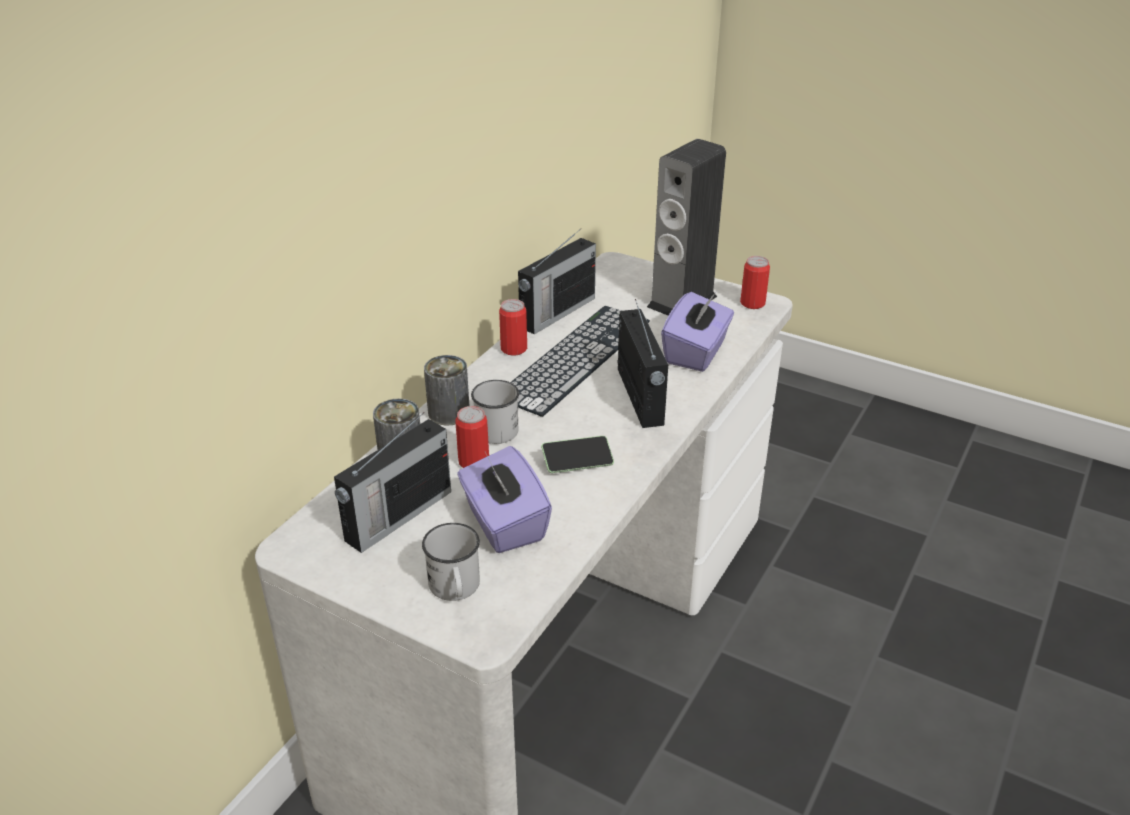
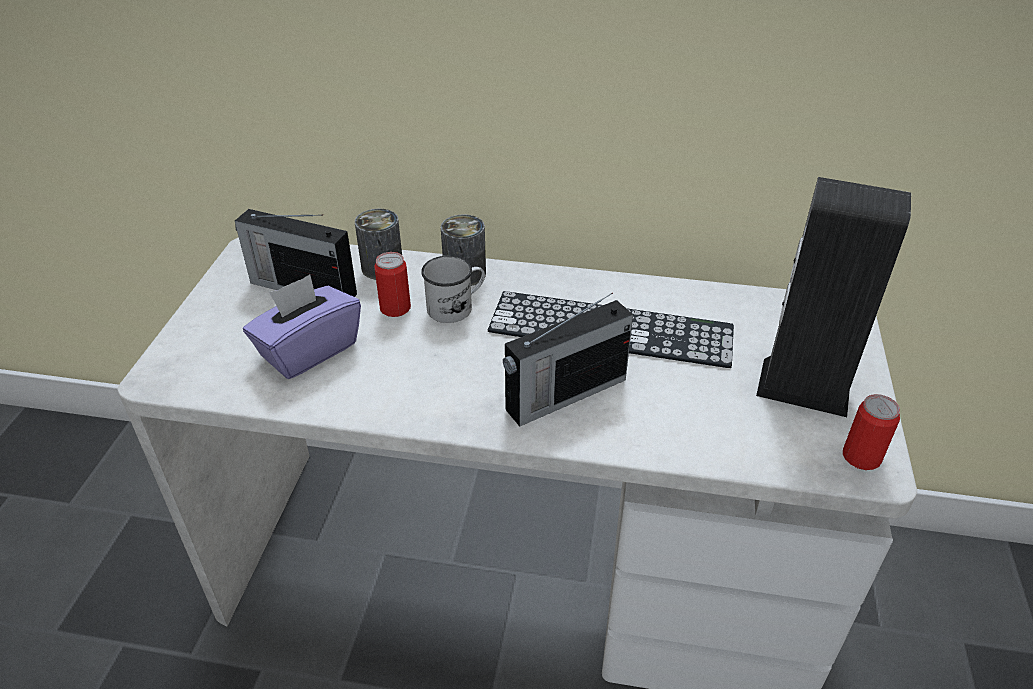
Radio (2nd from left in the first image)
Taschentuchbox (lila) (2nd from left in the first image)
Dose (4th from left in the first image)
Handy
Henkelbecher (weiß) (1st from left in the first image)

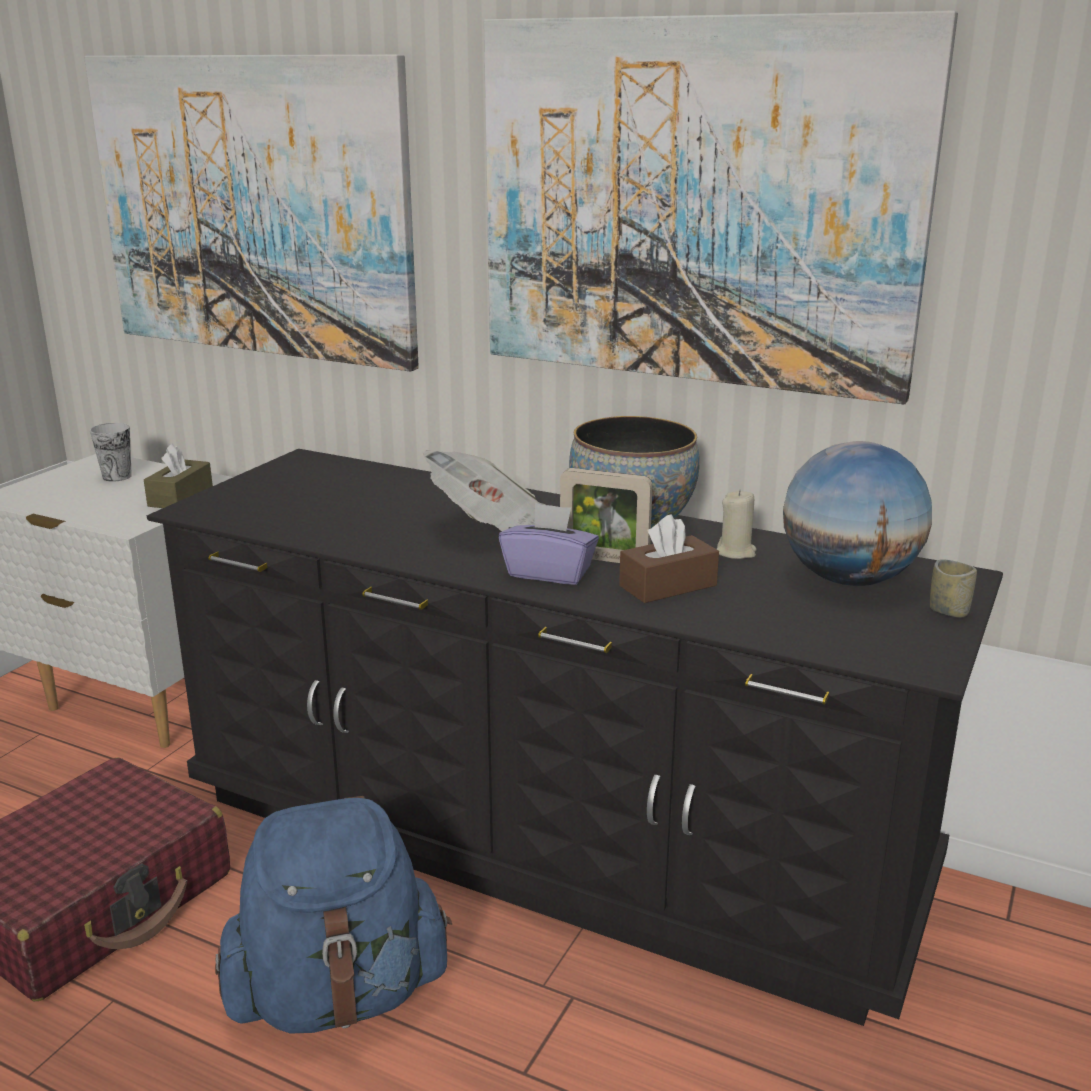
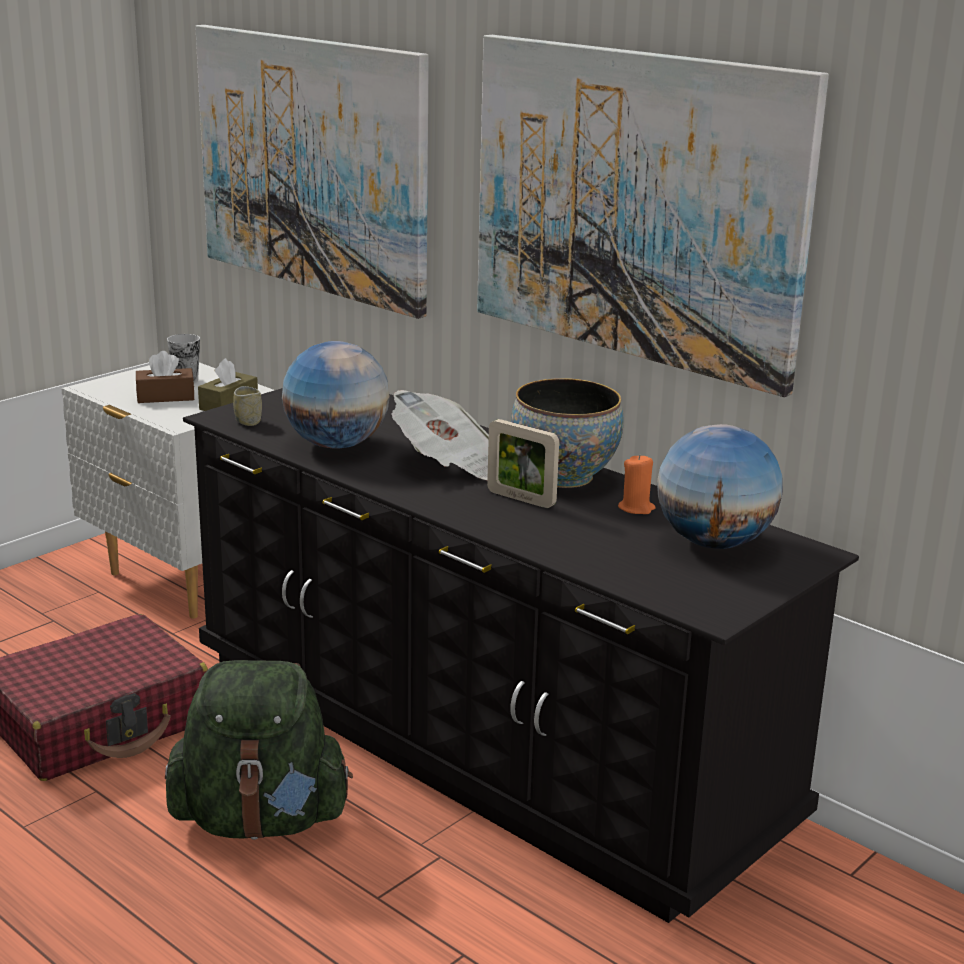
Kerze (orange)
Taschentuchbox (lila)
Taschentuchbox (braun) (1st from left)
Tasse (2nd from left)
Rucksack (grün)
Globus (1st from left)

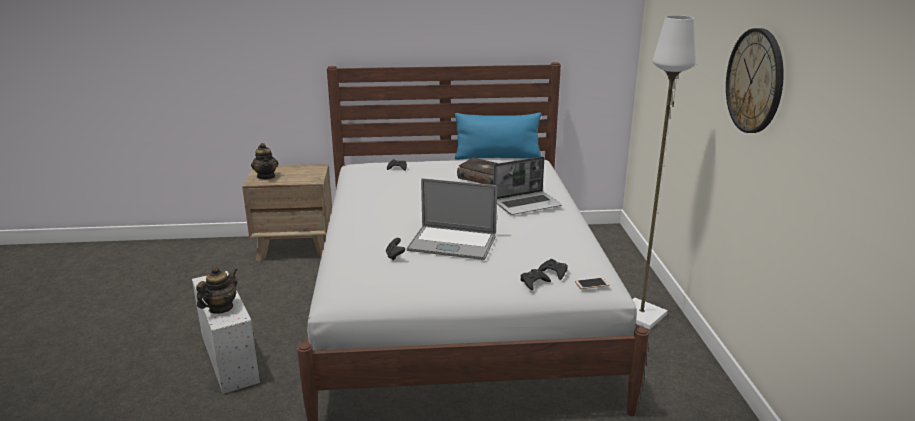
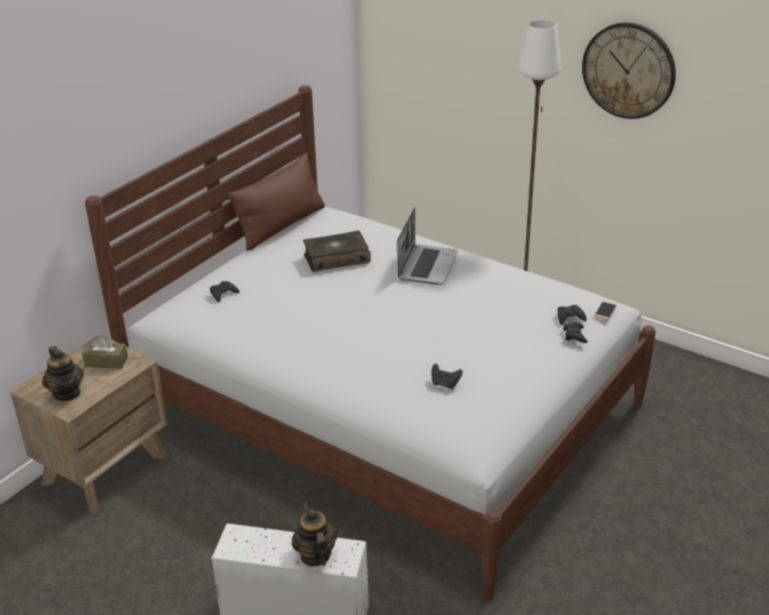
Kissen (braun)
Teekanne (1st from left)
Laptop (1st from left in the first image)
Taschentuchbox (braun)

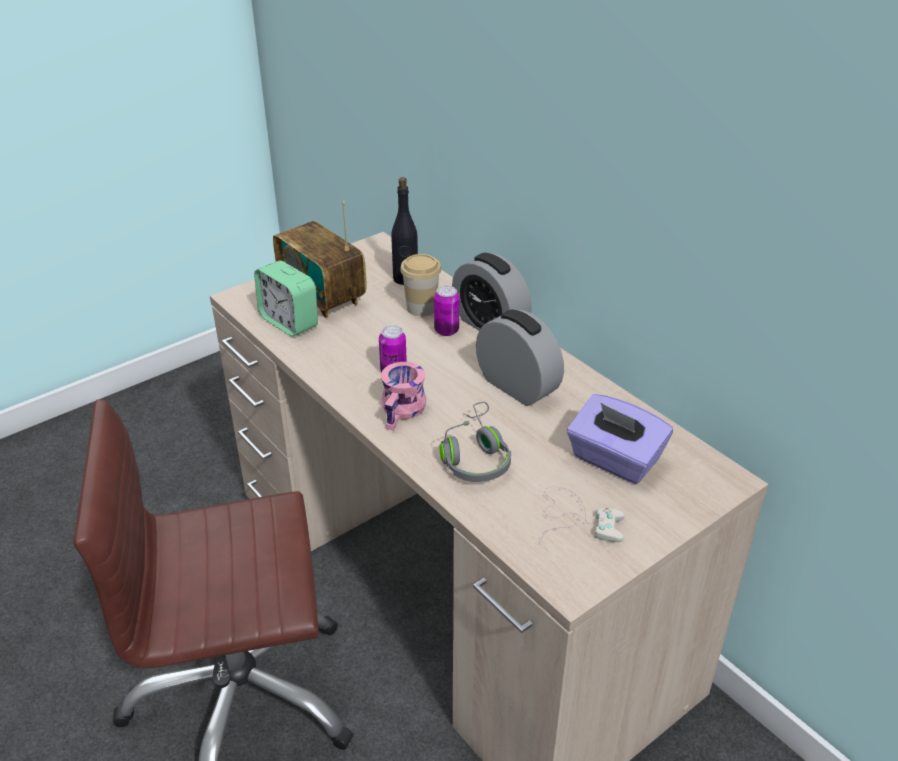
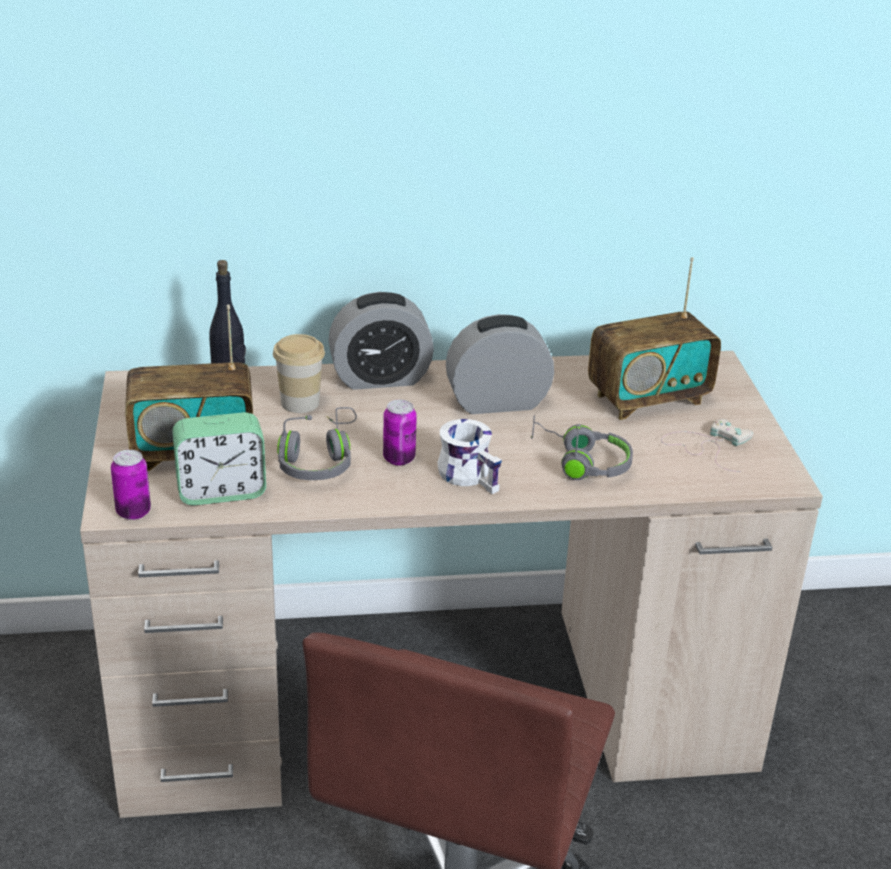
Dose (1st from left)
Henkelbecher (weiß)
Radio (2nd from left)
Kopfhörer (grau) (1st from left)

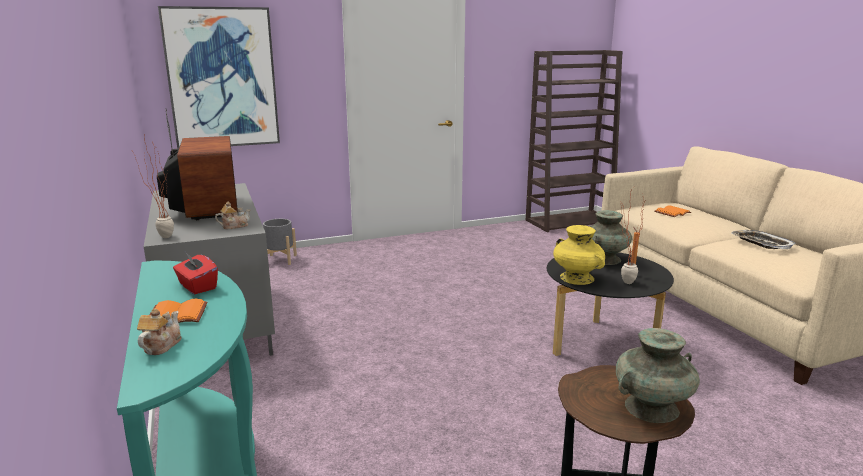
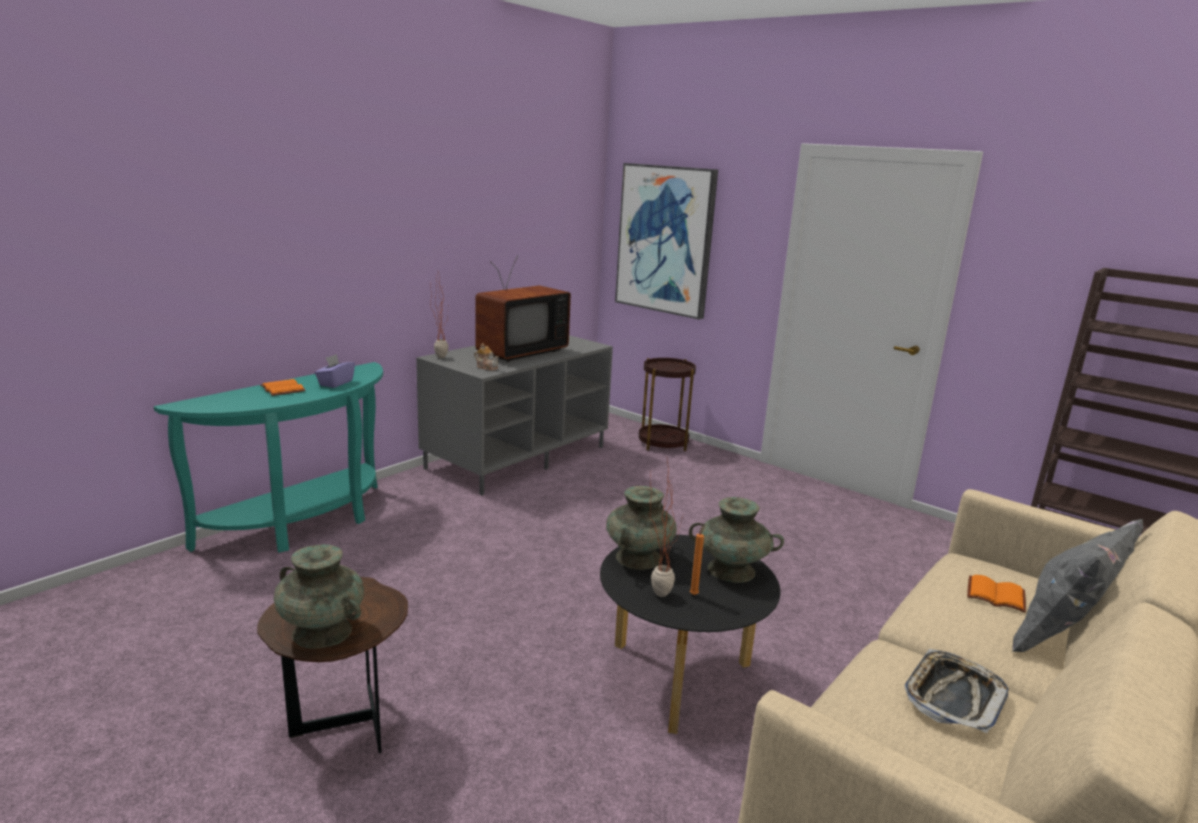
Beistelltisch (braun) (2nd from left)
Vase (türkis) (2nd from left)
Taschentuchbox (lila)
Teekanne (1st from left in the first image)
Kissen (grau)

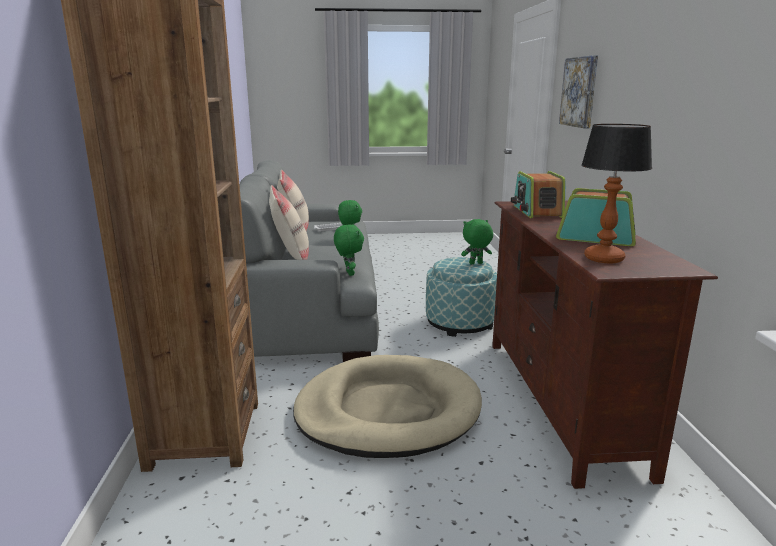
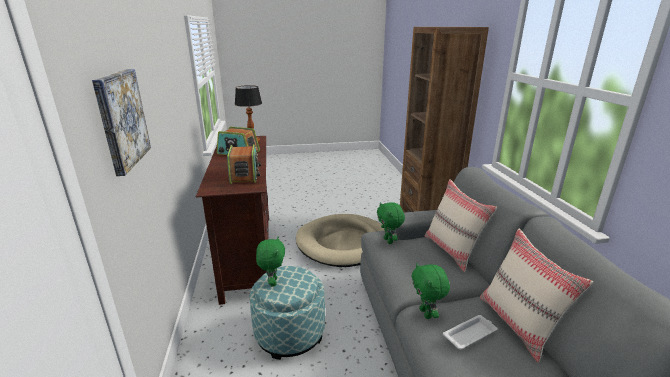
Plüschtier (grün) (1st from left)

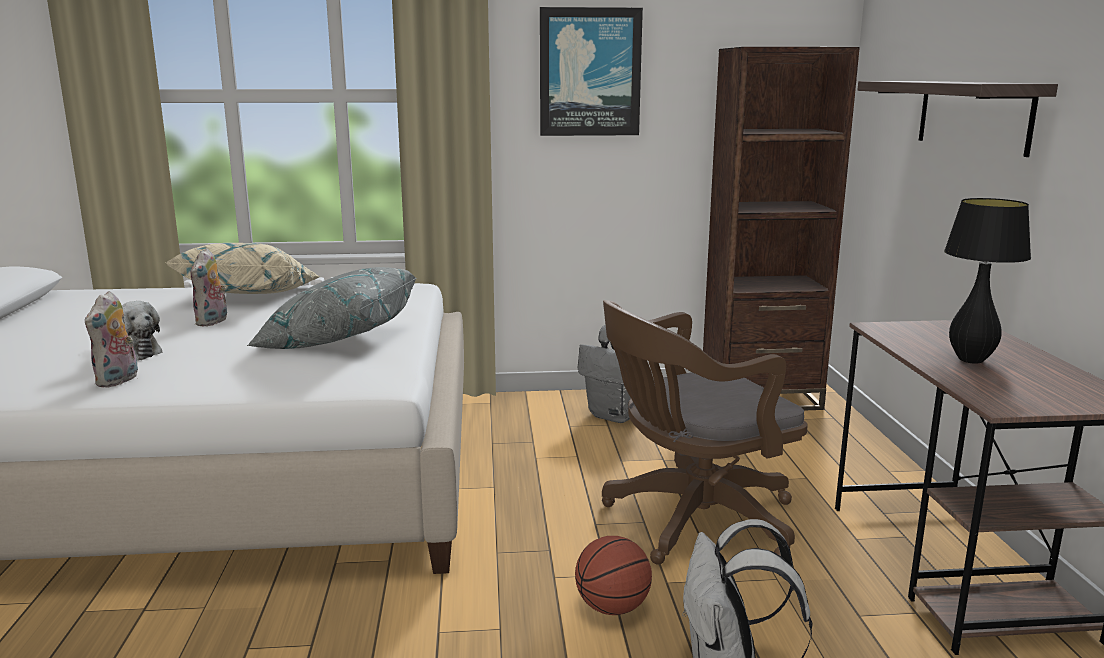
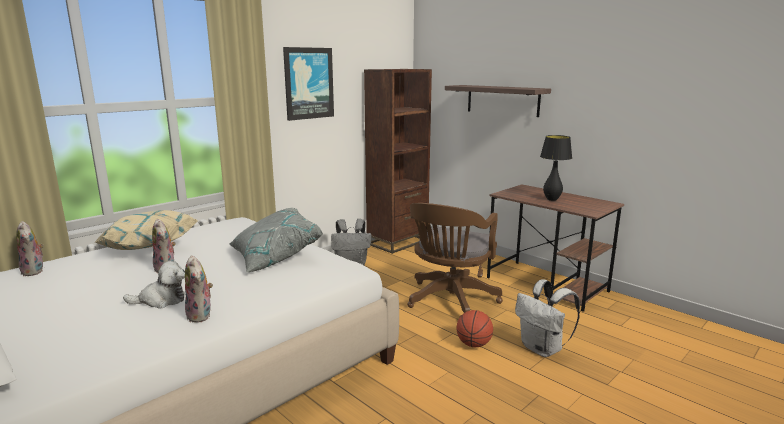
Plüschtier (1st from left)

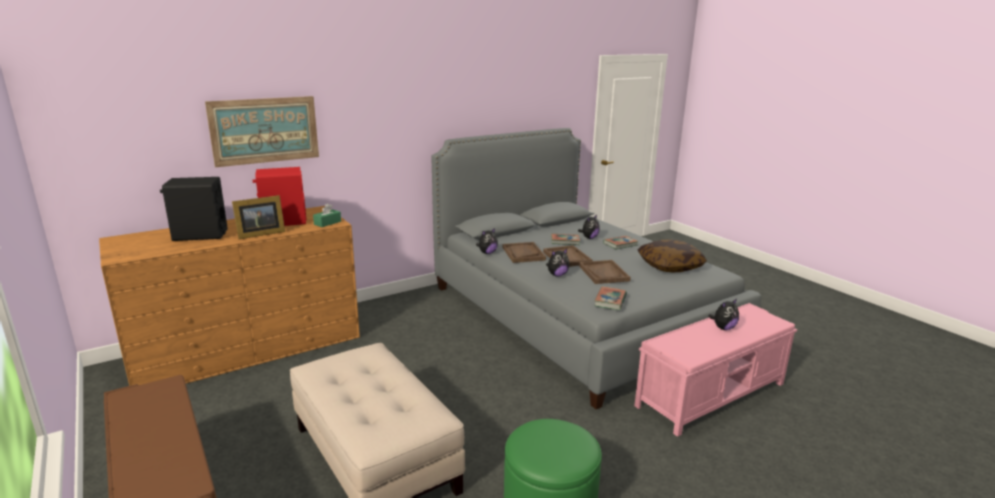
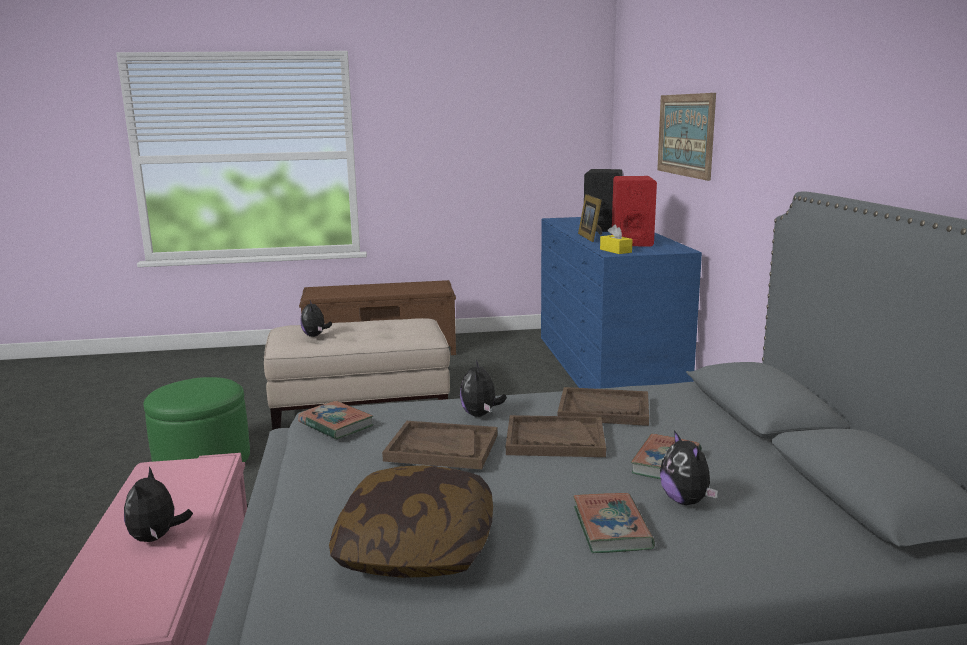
Taschentuchbox (gelb)
Kommode (blau)
Plüschtier (2nd from left)

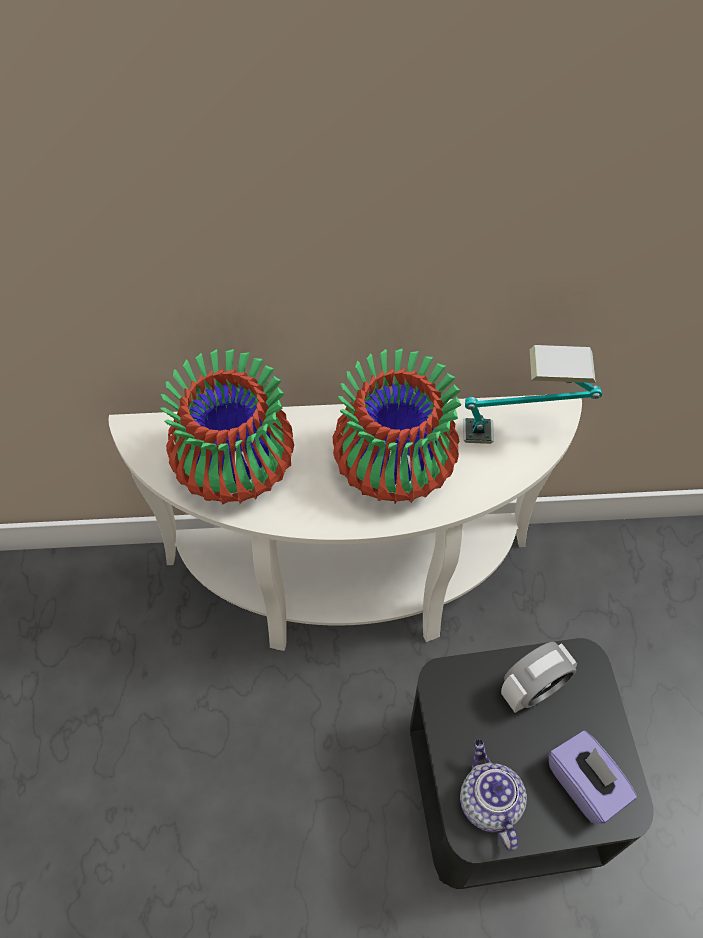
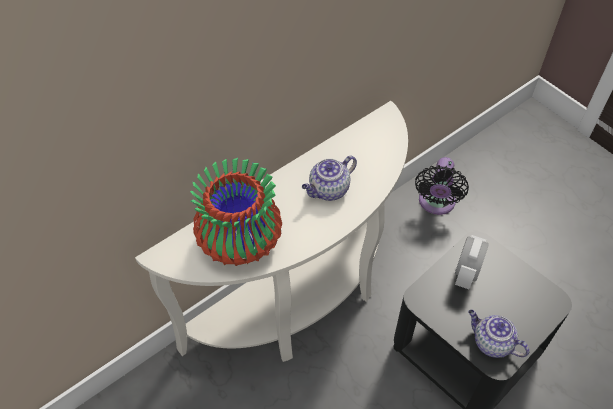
Tischlampe
Teekanne (1st from left)
Taschentuchbox (lila)
Ventilator (schwarz)

